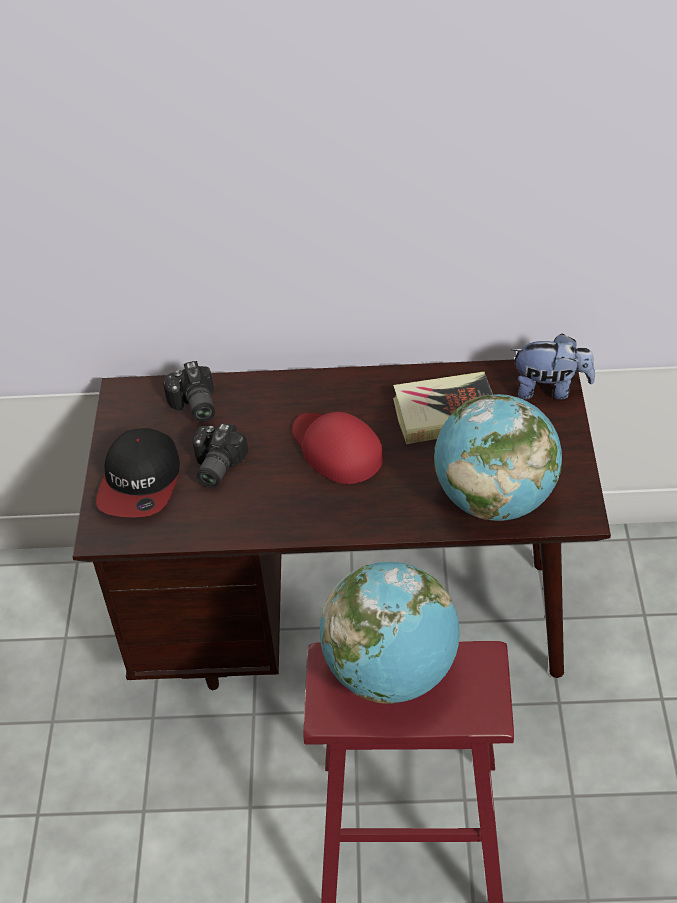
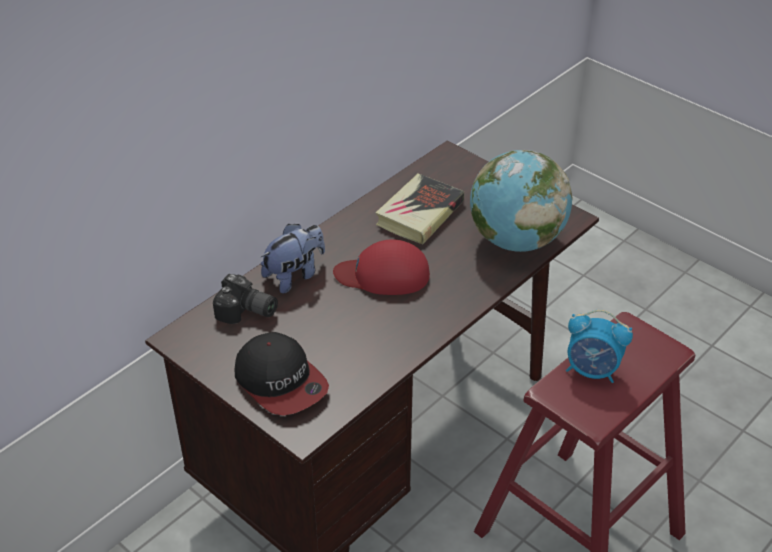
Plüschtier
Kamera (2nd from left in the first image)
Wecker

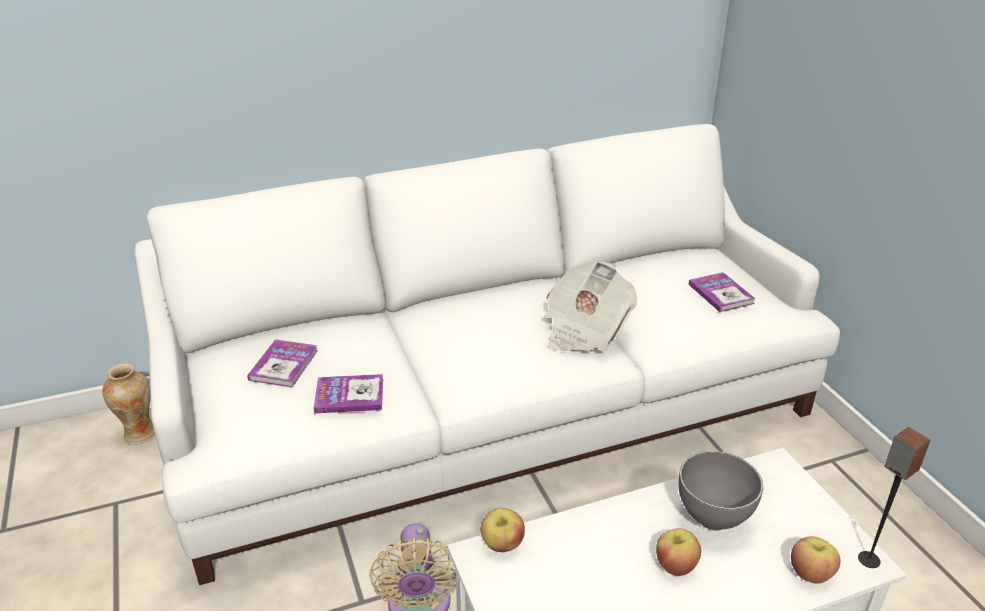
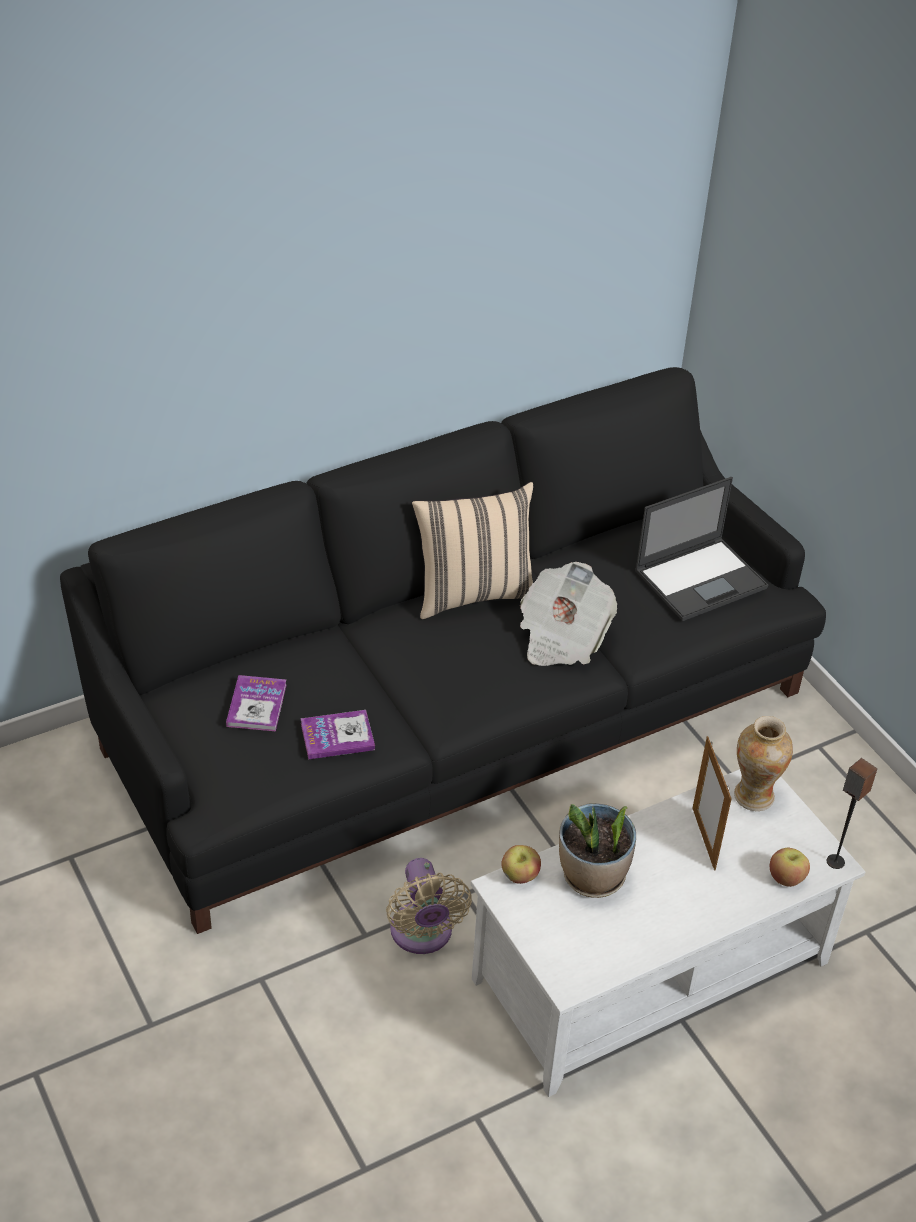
Sofa (schwarz)
Laptop
Vase
Bilderrahmen
Apfel (2nd from left in the first image)
Kissen (beige)
Topfpflanze

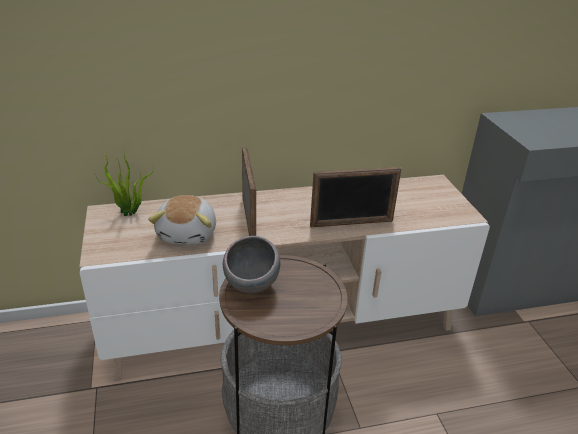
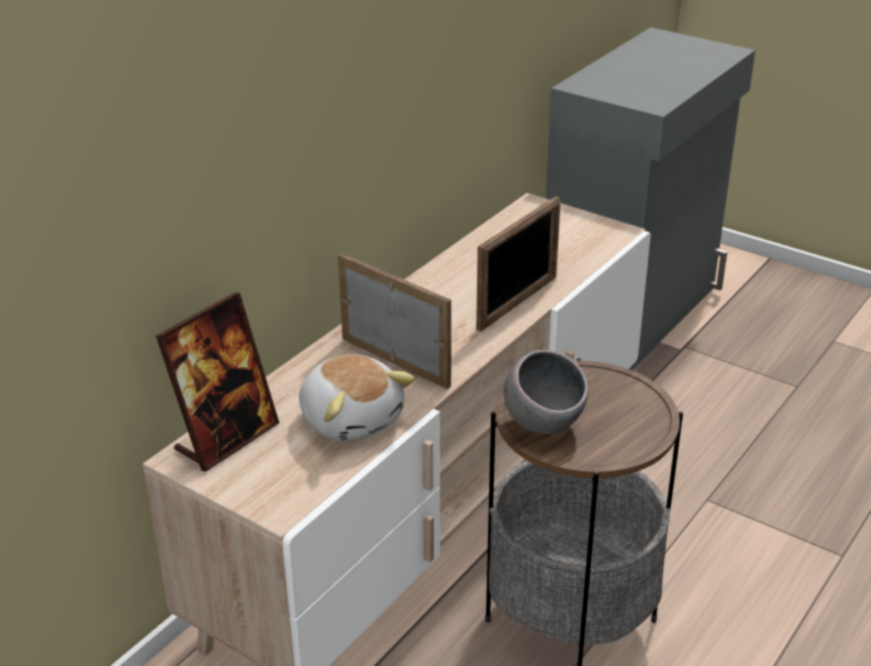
Bilderrahmen (1st from left)

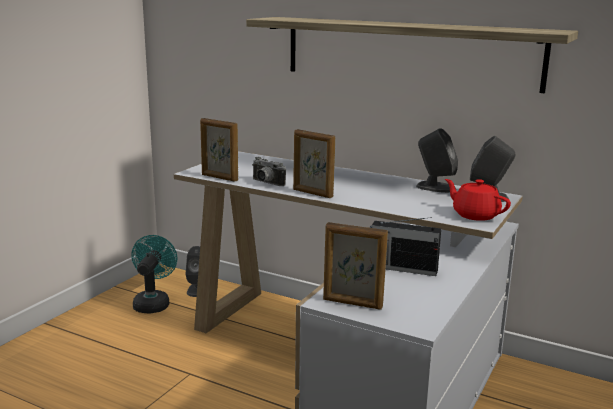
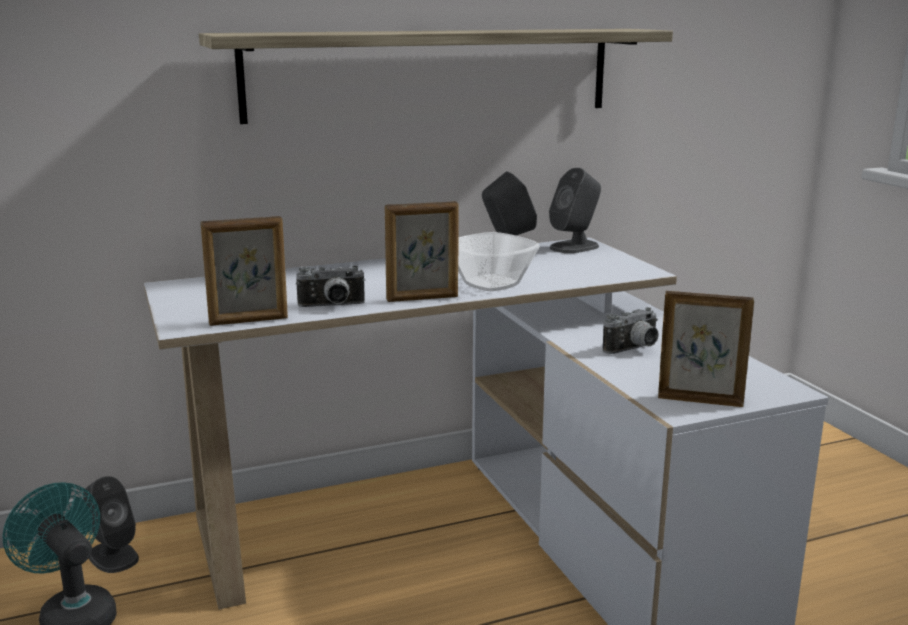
Teekanne (rot)
Kamera (2nd from left)
Bilderrahmen (3rd from left)
Schüssel

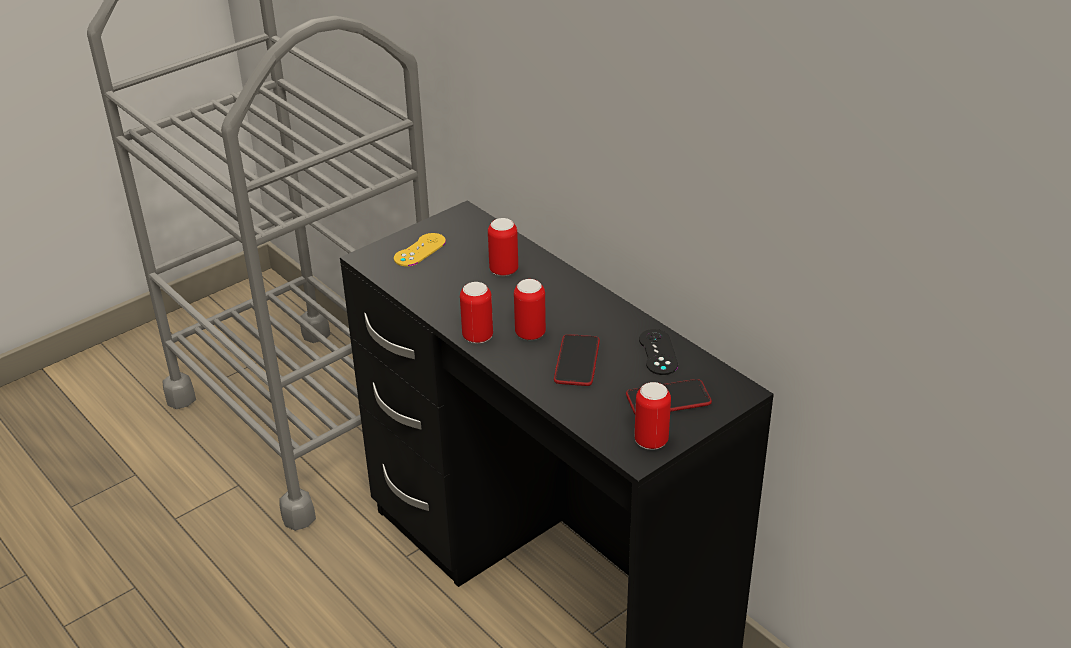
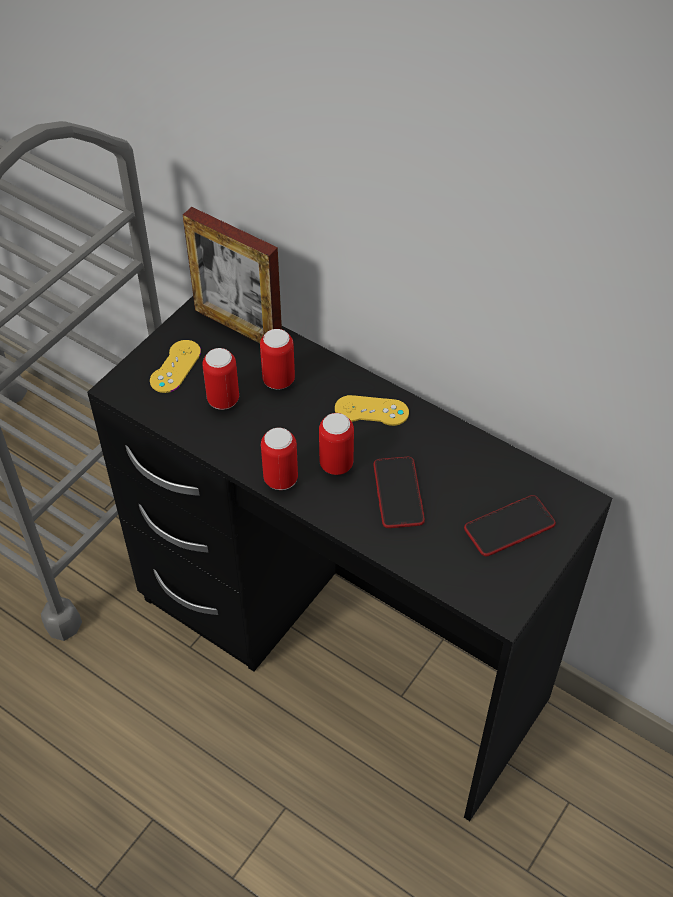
Gamepad (schwarz)
Dose (1st from left)
Bilderrahmen
Gamepad (gelb) (2nd from left)

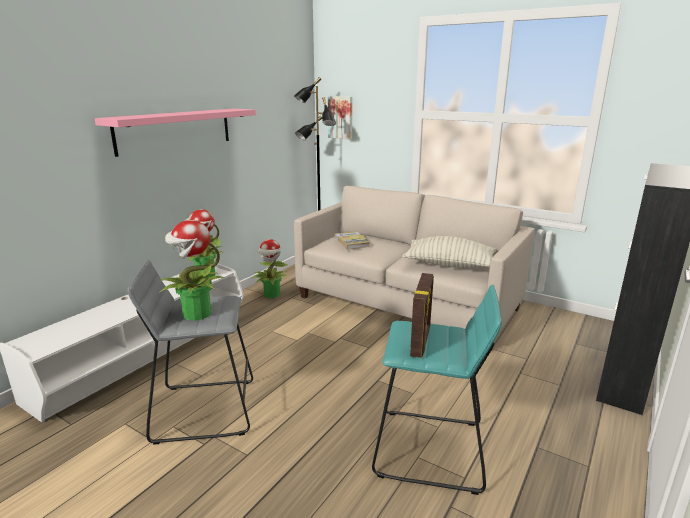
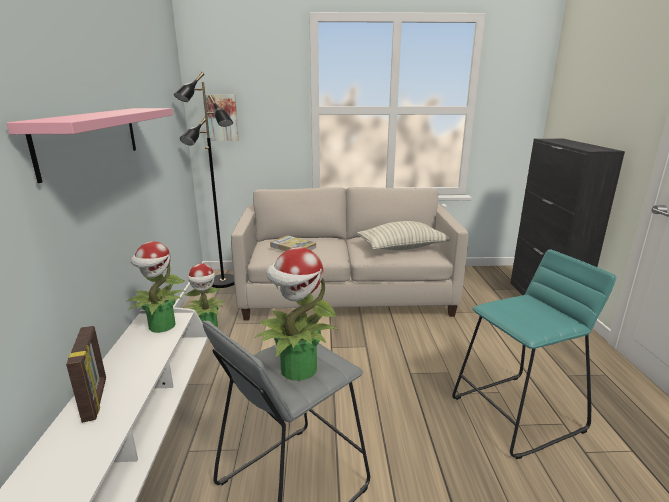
Bilderrahmen

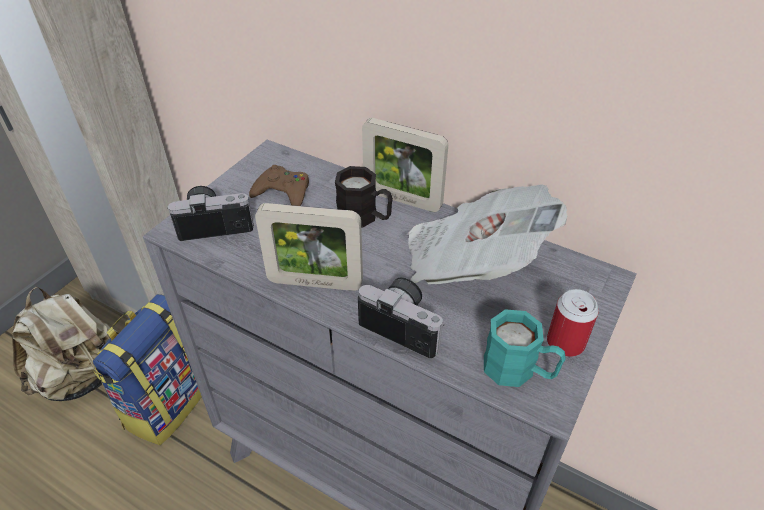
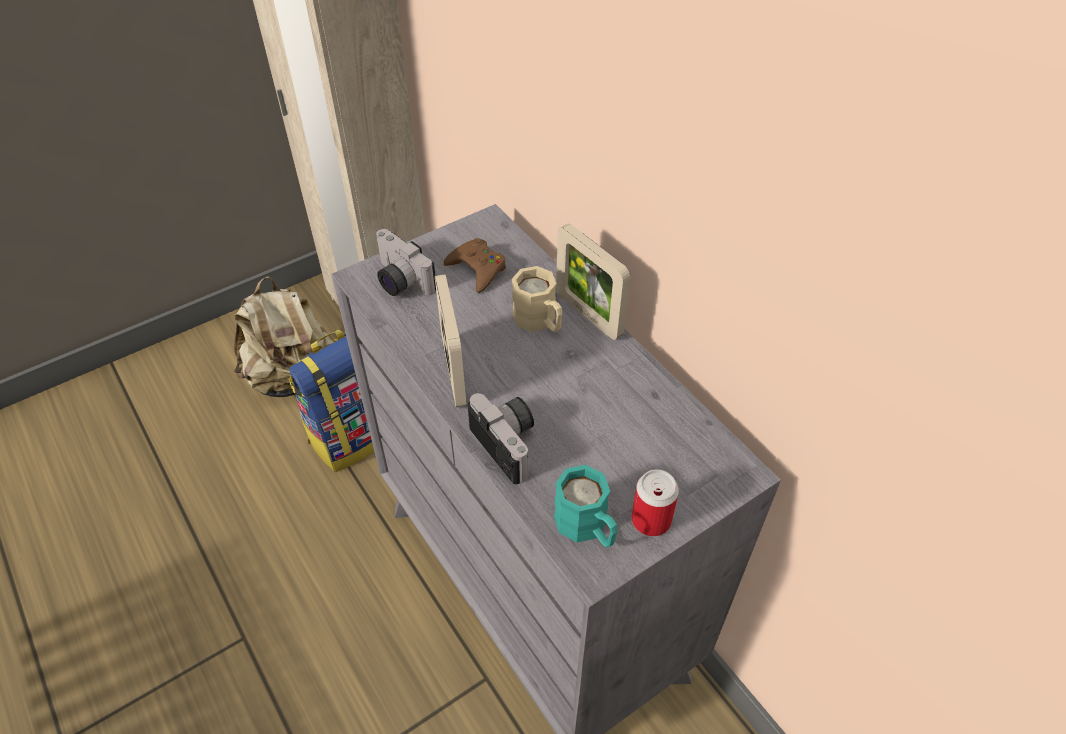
Henkelbecher (beige)
Zeitung
Kamera (1st from left)
Bilderrahmen (1st from left)

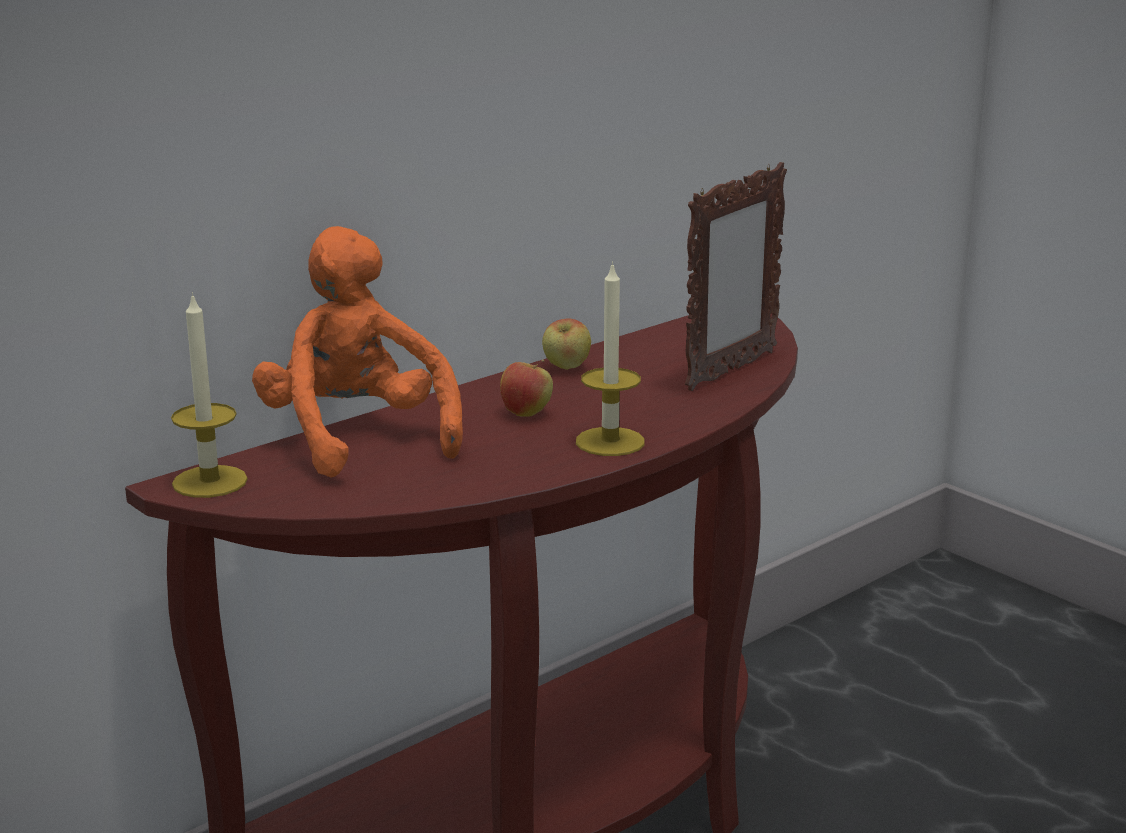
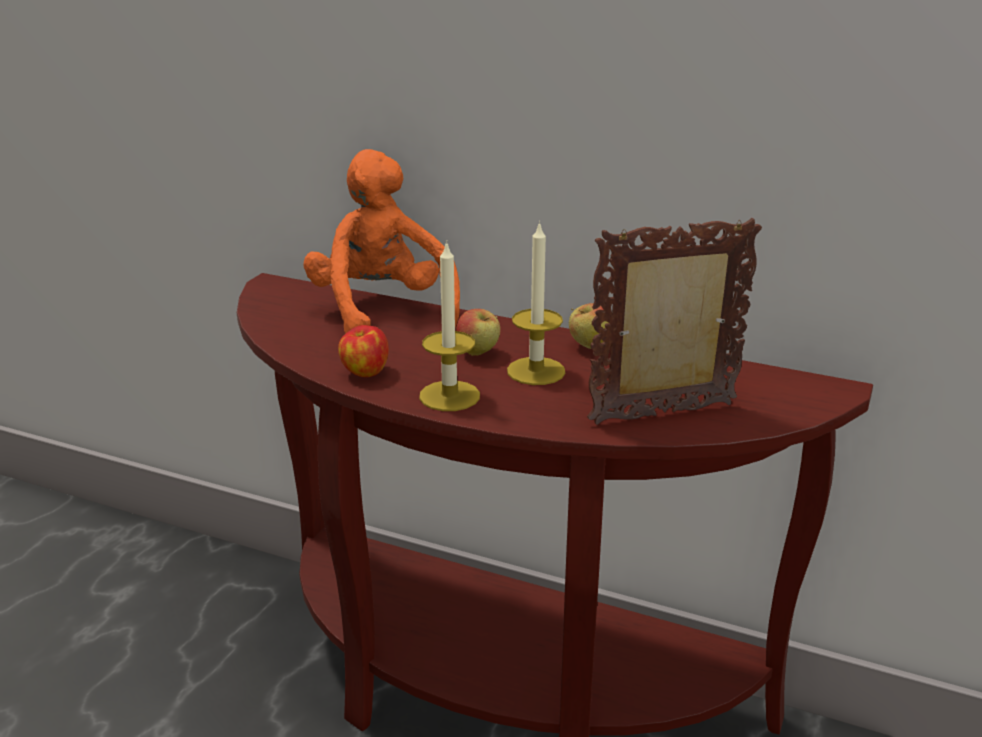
Bilderrahmen
Plüschtier (orange)
Kerze (2nd from left)
Apfel (1st from left)

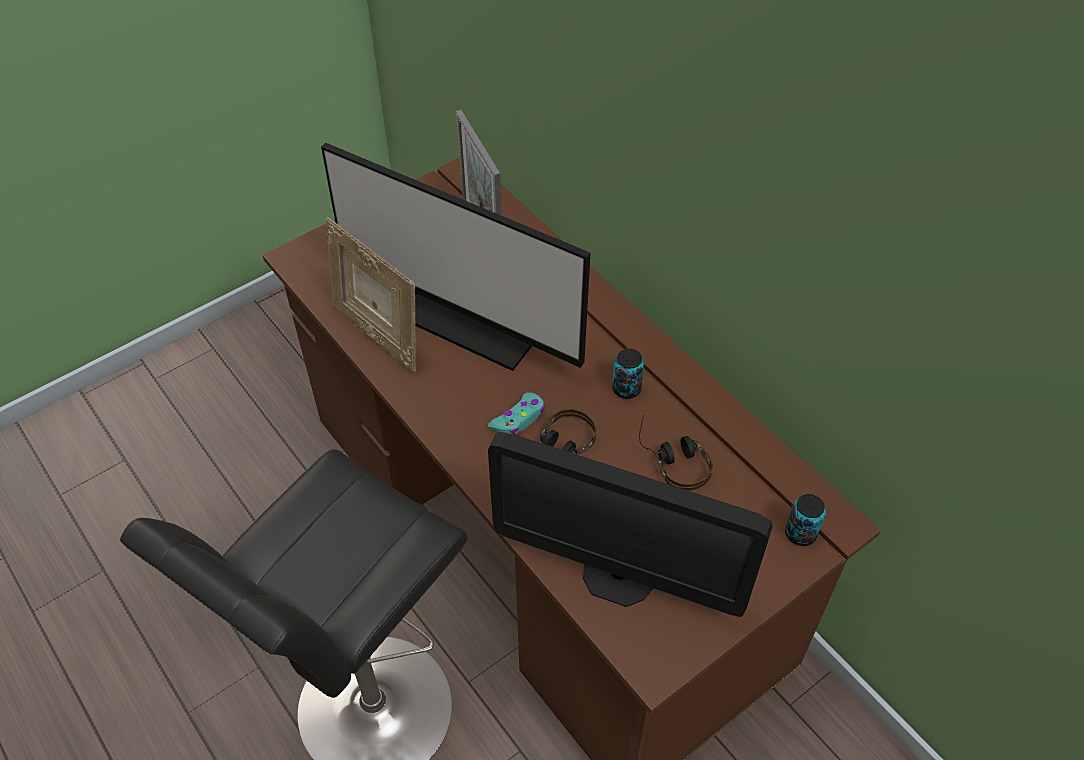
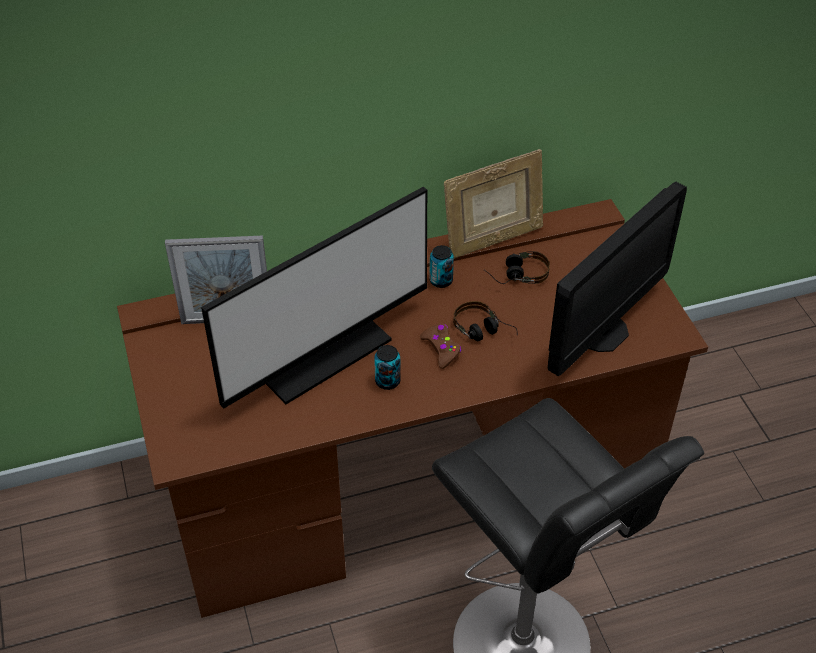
Bilderrahmen (2nd from left)
Gamepad (braun)
Dose (1st from left)

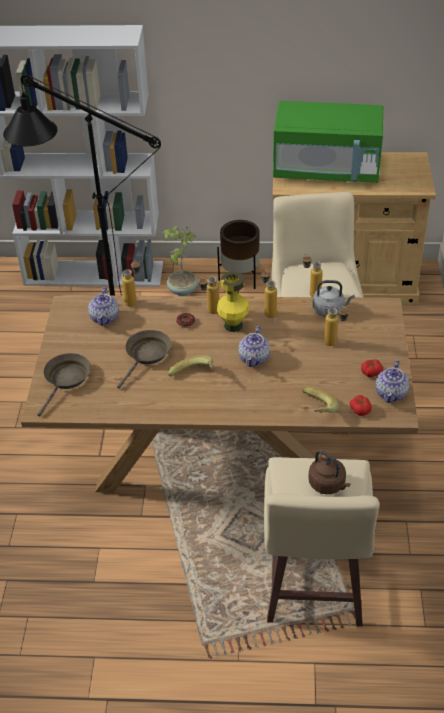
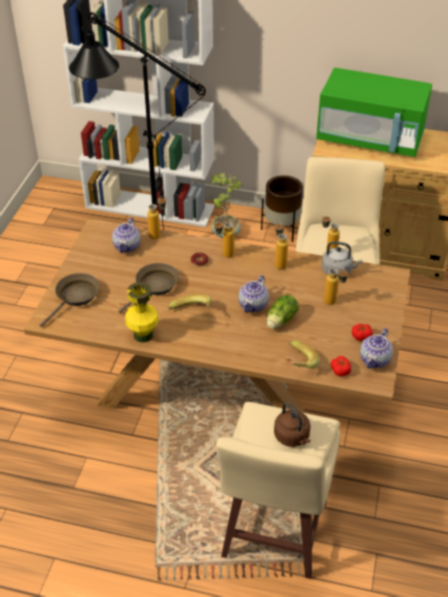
Vase (gelb)
Salatkopf

